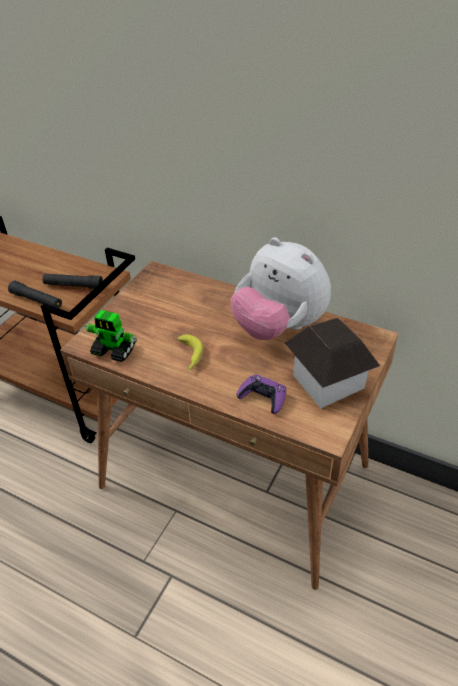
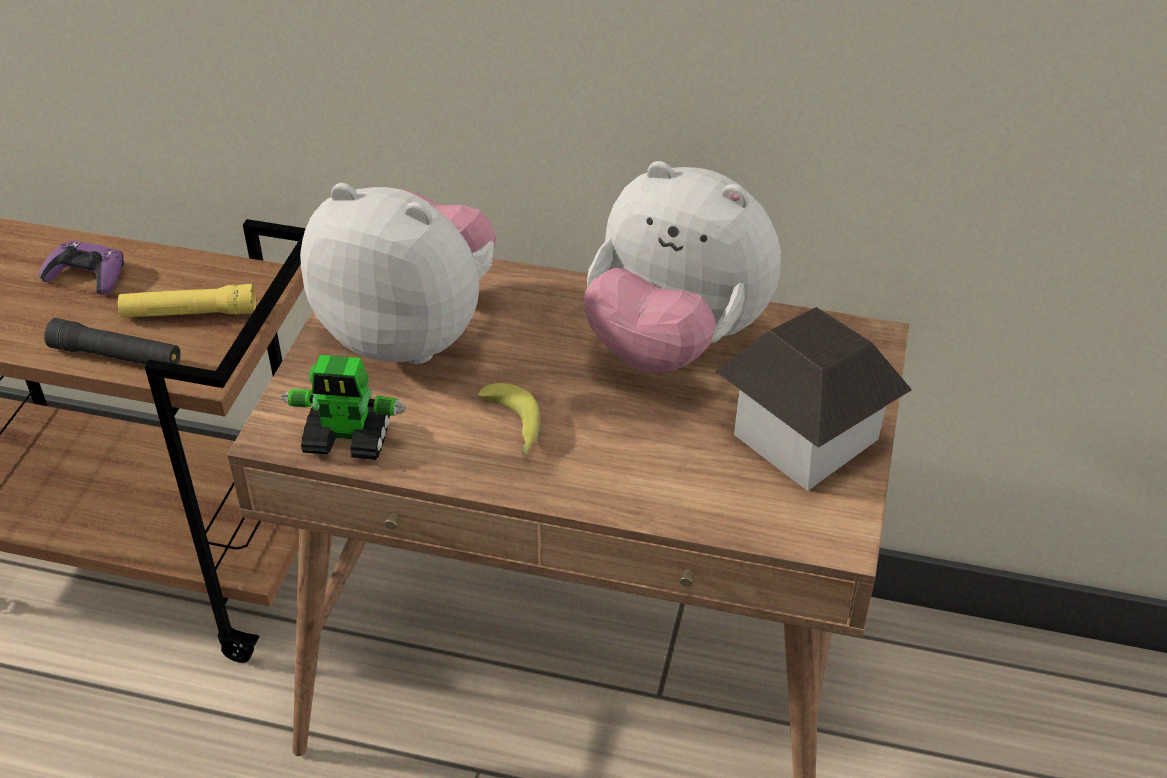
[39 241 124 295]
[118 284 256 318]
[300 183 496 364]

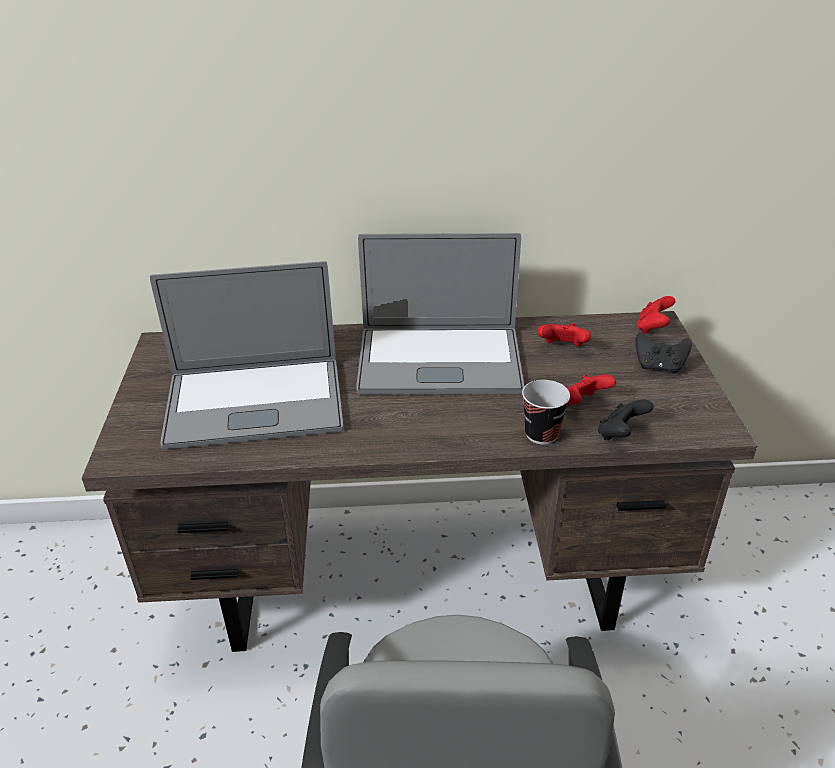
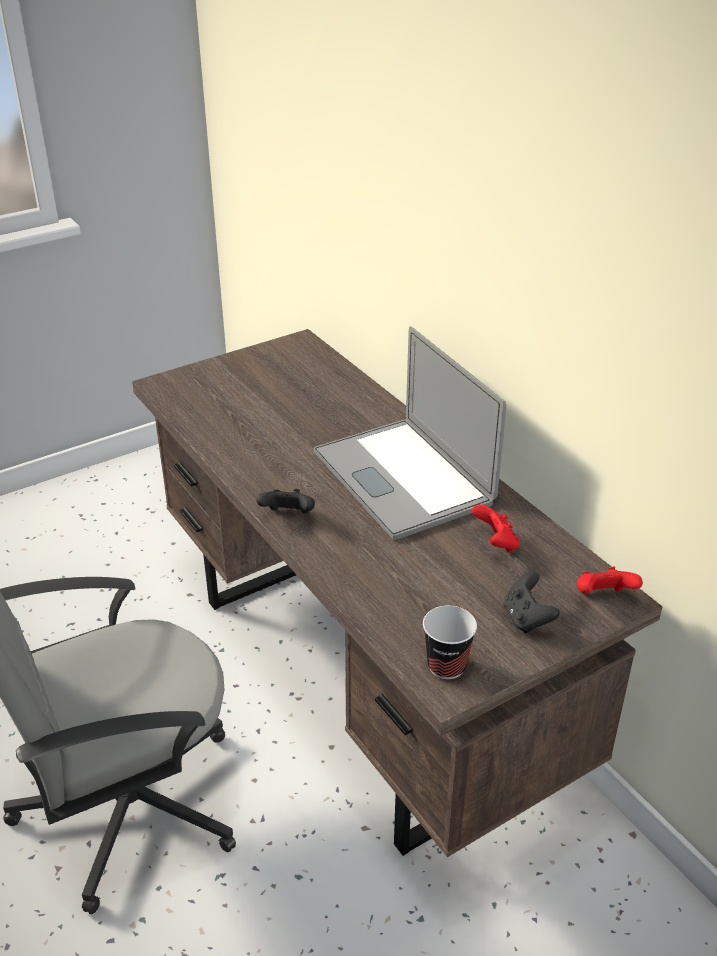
[256 489 315 514]
[423 606 477 680]
[150 261 343 450] (first image)
[564 374 616 406] (first image)

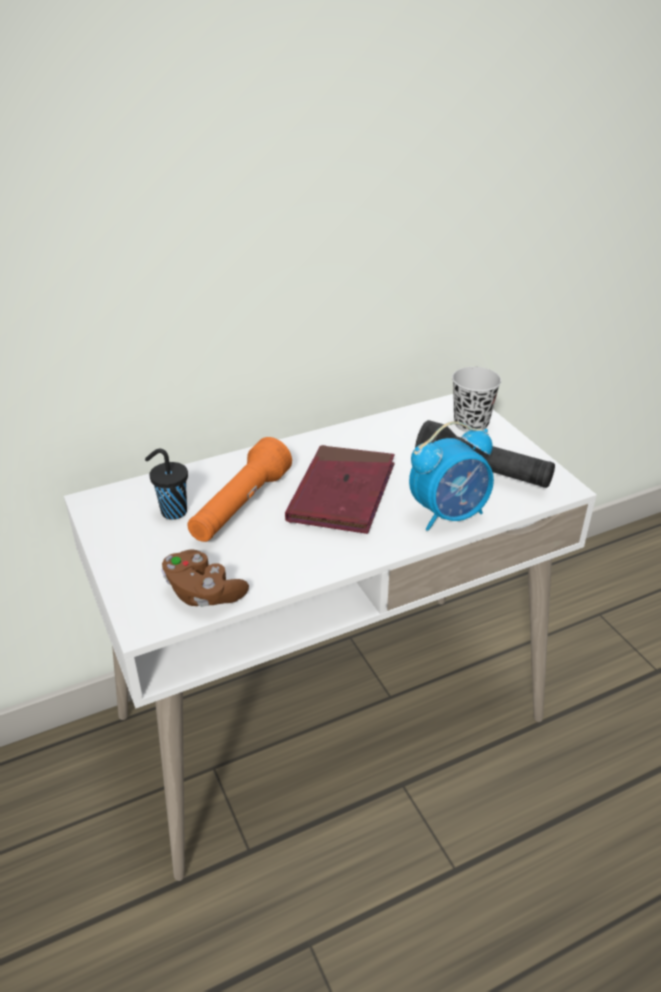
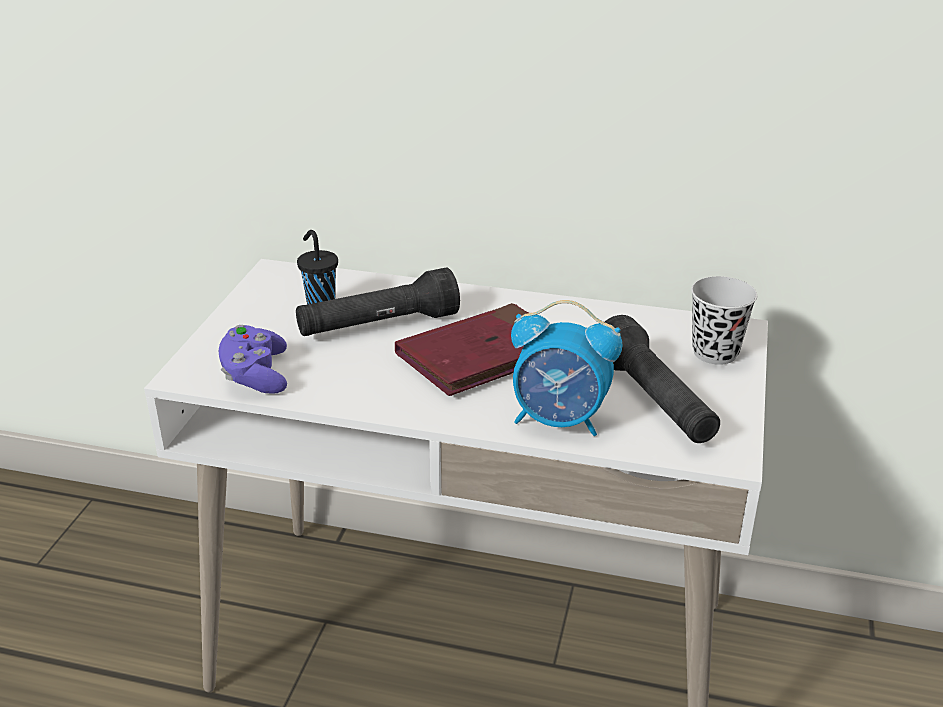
[219 325 287 394]
[296 267 460 336]

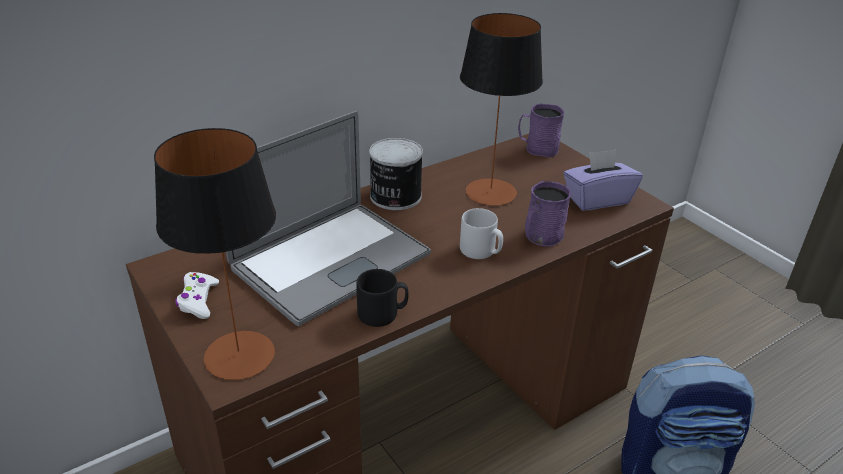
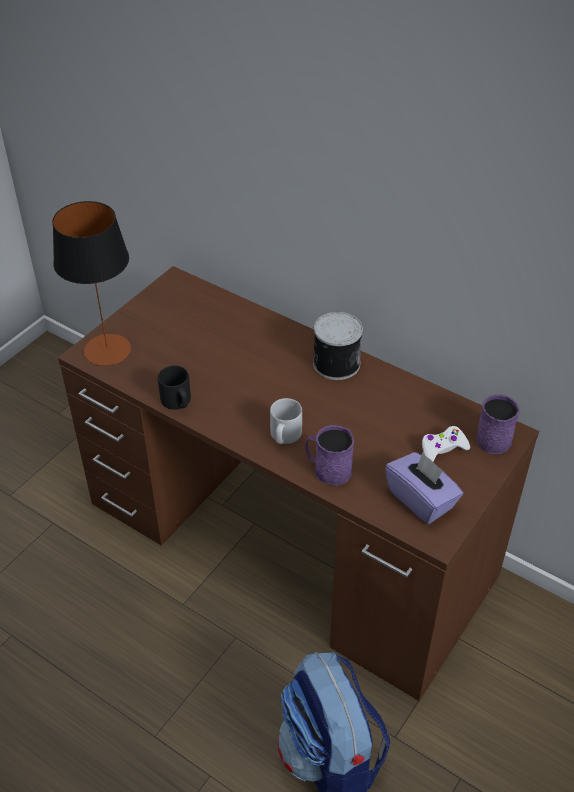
[422 426 470 461]
[226 111 431 326] (first image)
[460 13 543 206] (first image)

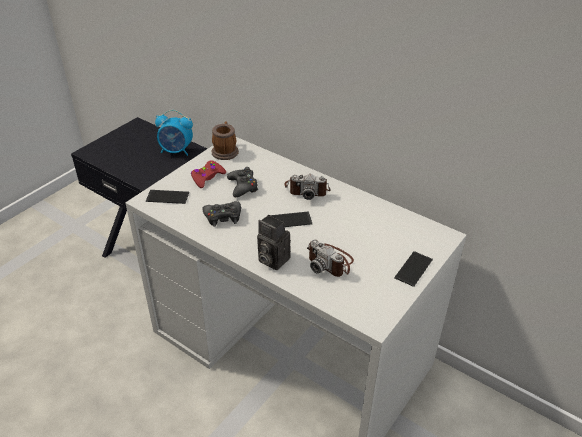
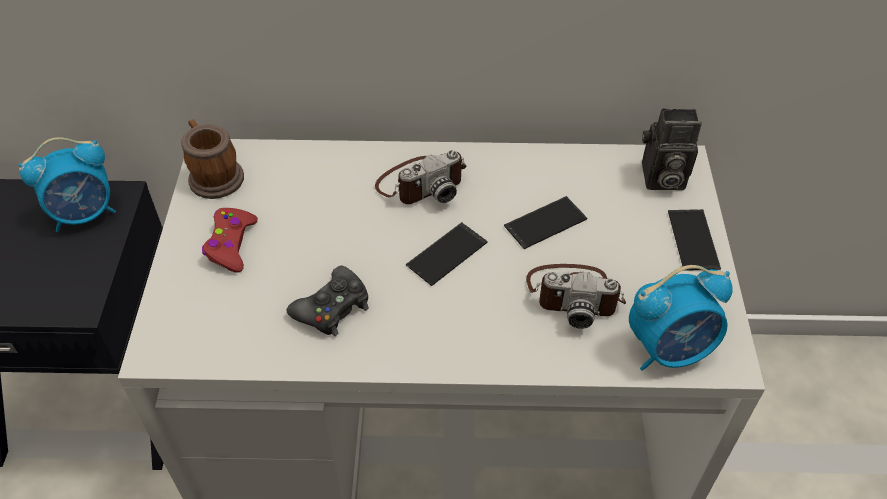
[504 196 587 249]
[629 265 733 371]
[642 108 702 190]
[227 167 258 197] (first image)

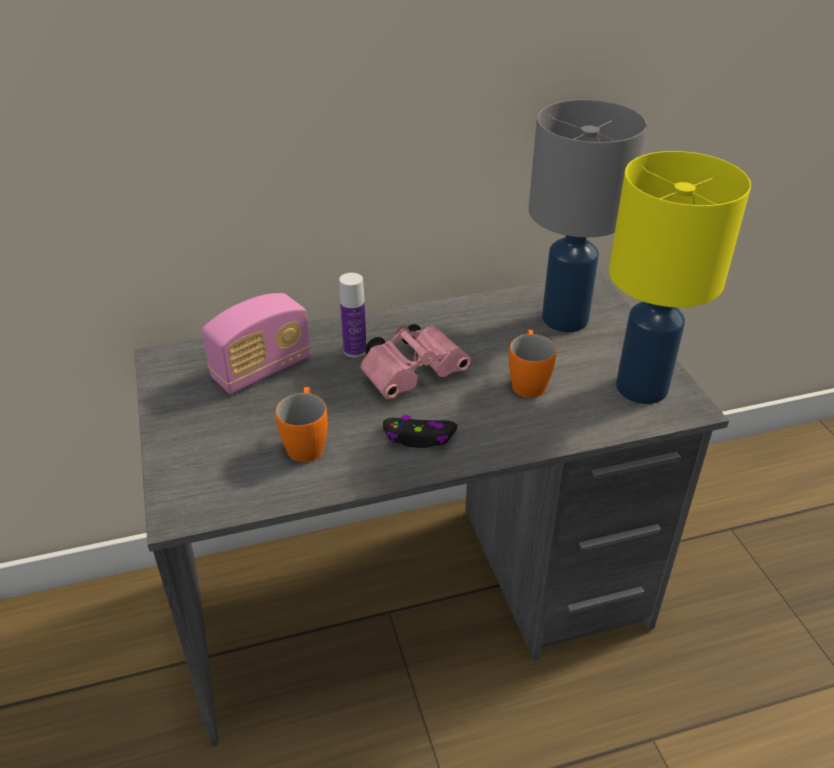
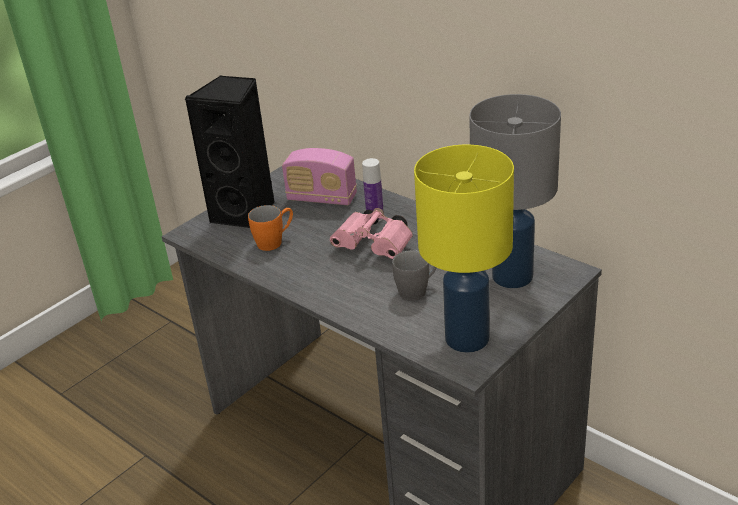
[184 75 275 228]
[392 250 437 301]
[383 415 457 448] (first image)

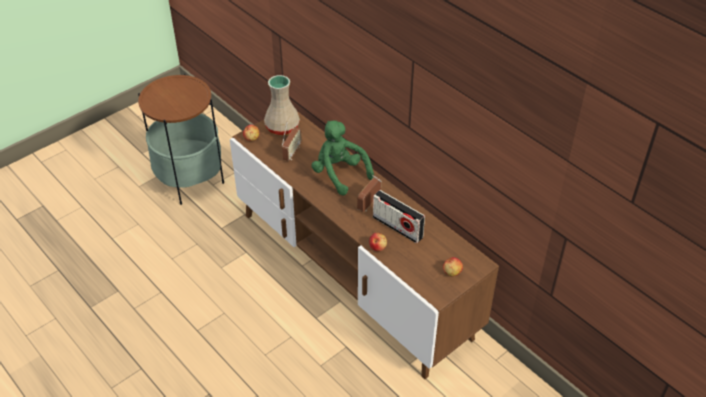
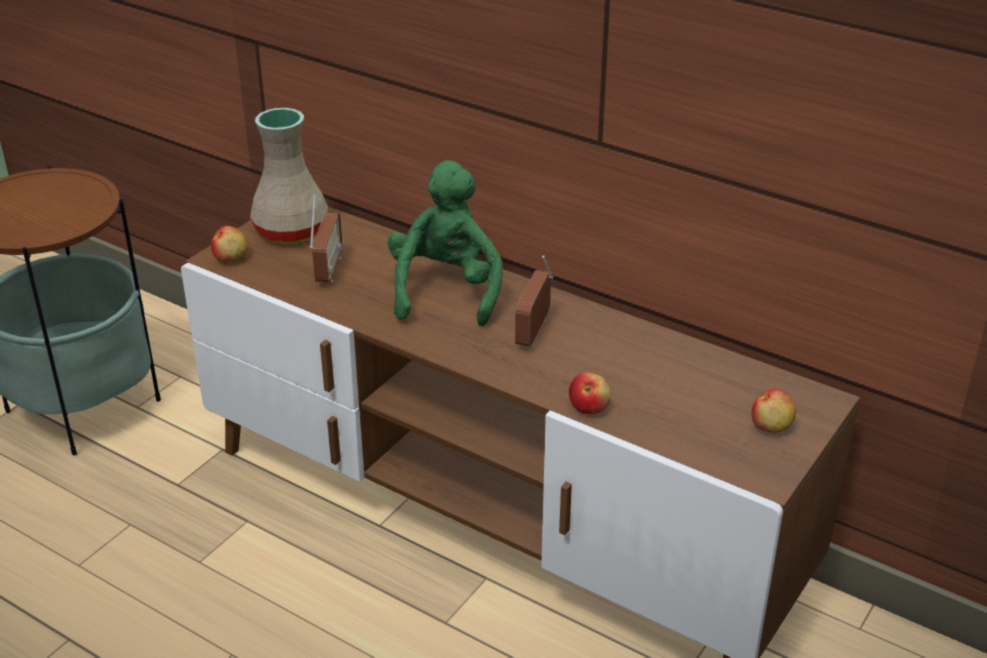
[388 160 503 326]
[373 190 425 243] (first image)

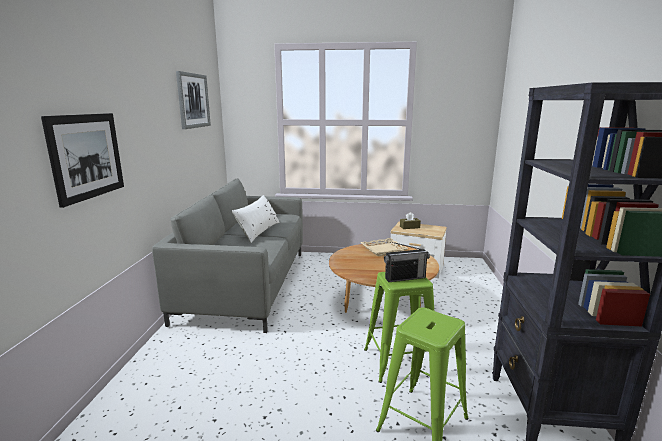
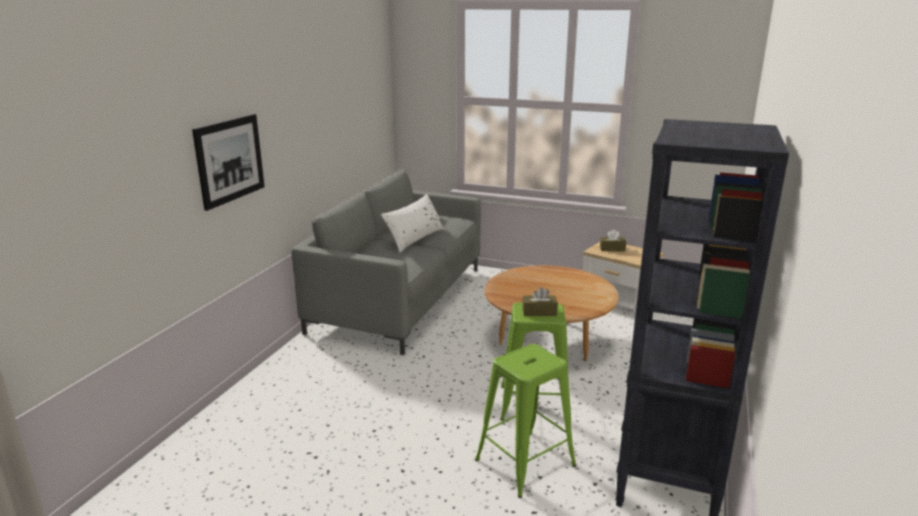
[522 287 558 316]
[176 71 211 129] (first image)
[361 238 408 256] (first image)

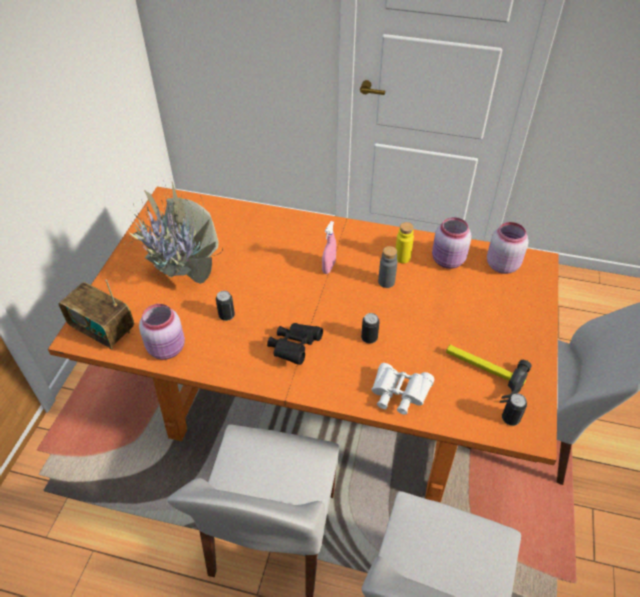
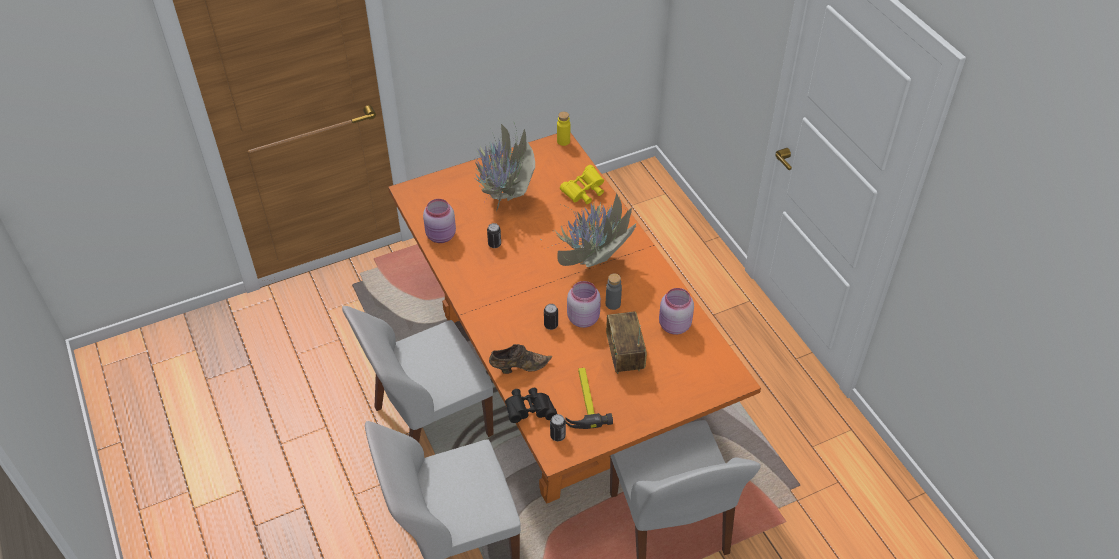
[489 344 552 374]
[505 388 557 423]
[540 193 636 267]
[557 112 570 146]
[560 165 604 204]
[567 281 601 328]
[606 312 647 374]

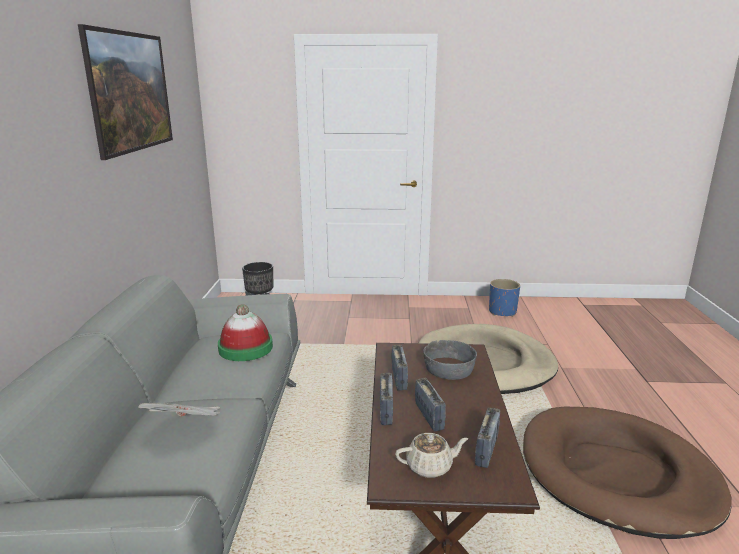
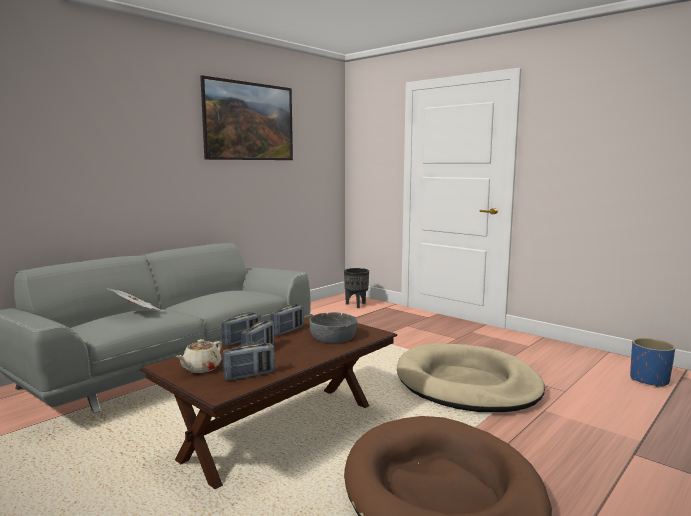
[176 339 222 373]
[630 338 675 388]
[218 304 273 361] (first image)

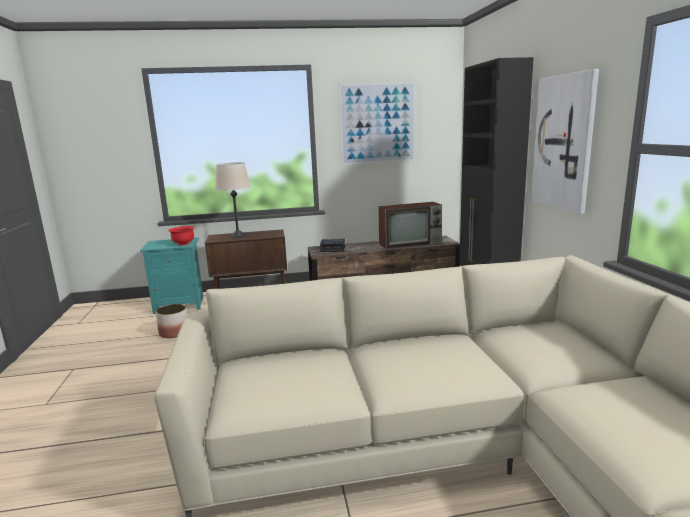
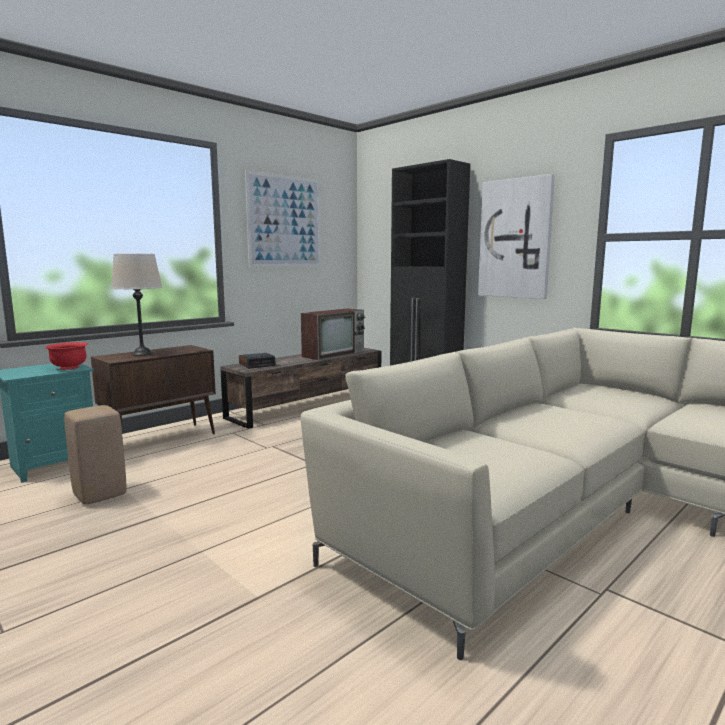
[64 405 126 504]

